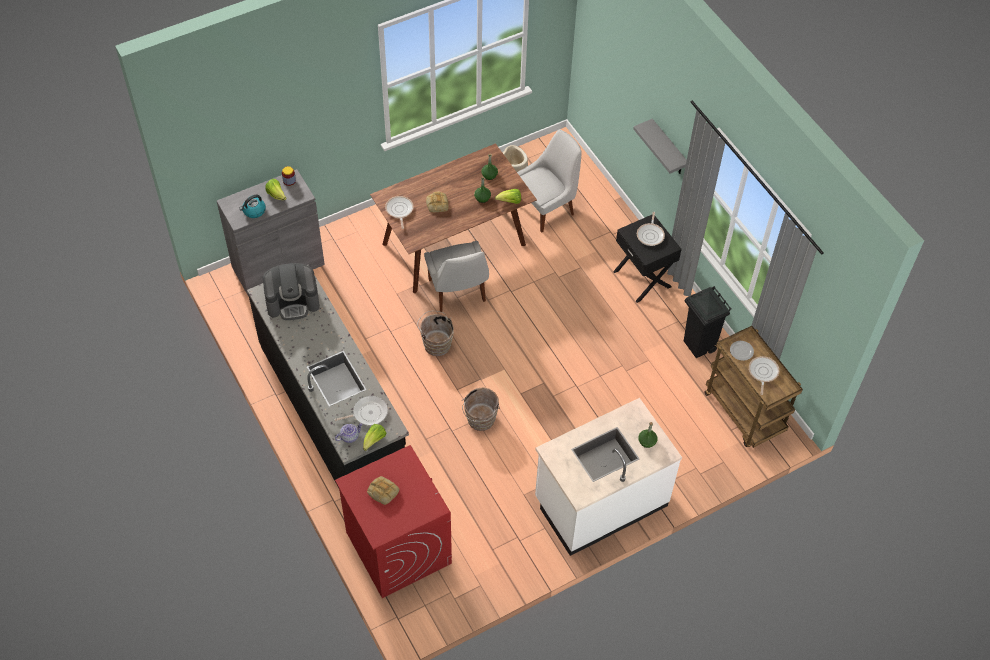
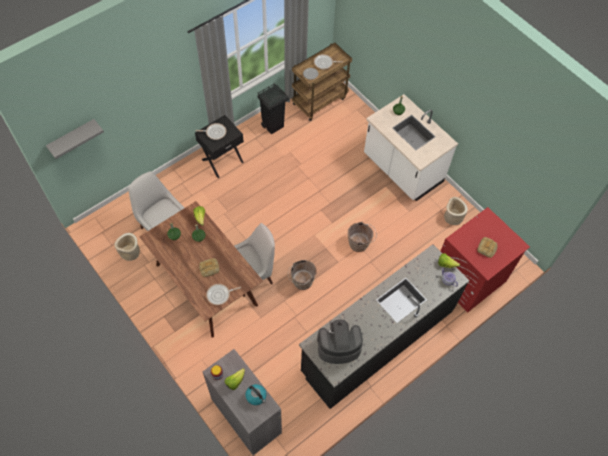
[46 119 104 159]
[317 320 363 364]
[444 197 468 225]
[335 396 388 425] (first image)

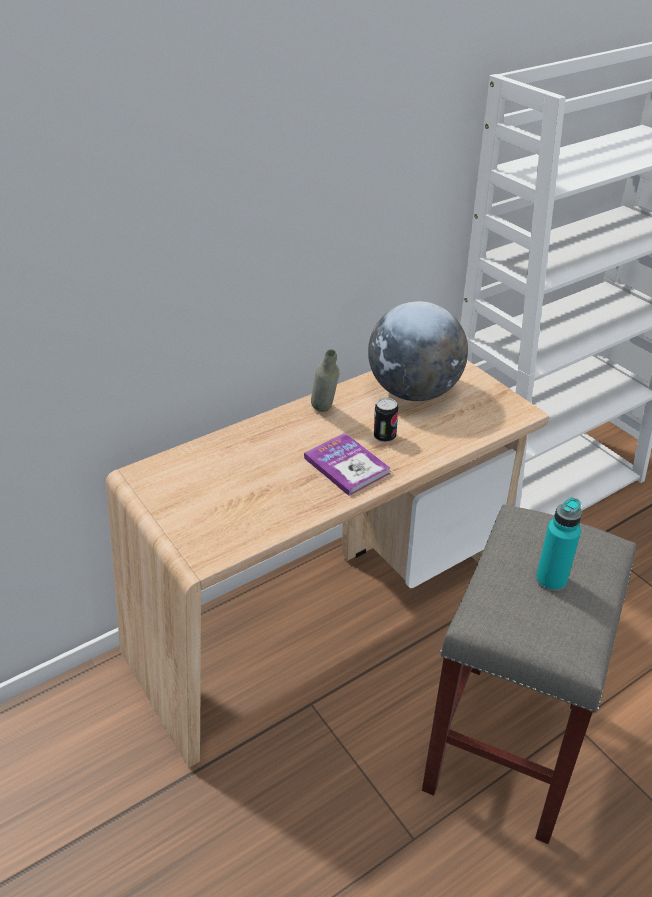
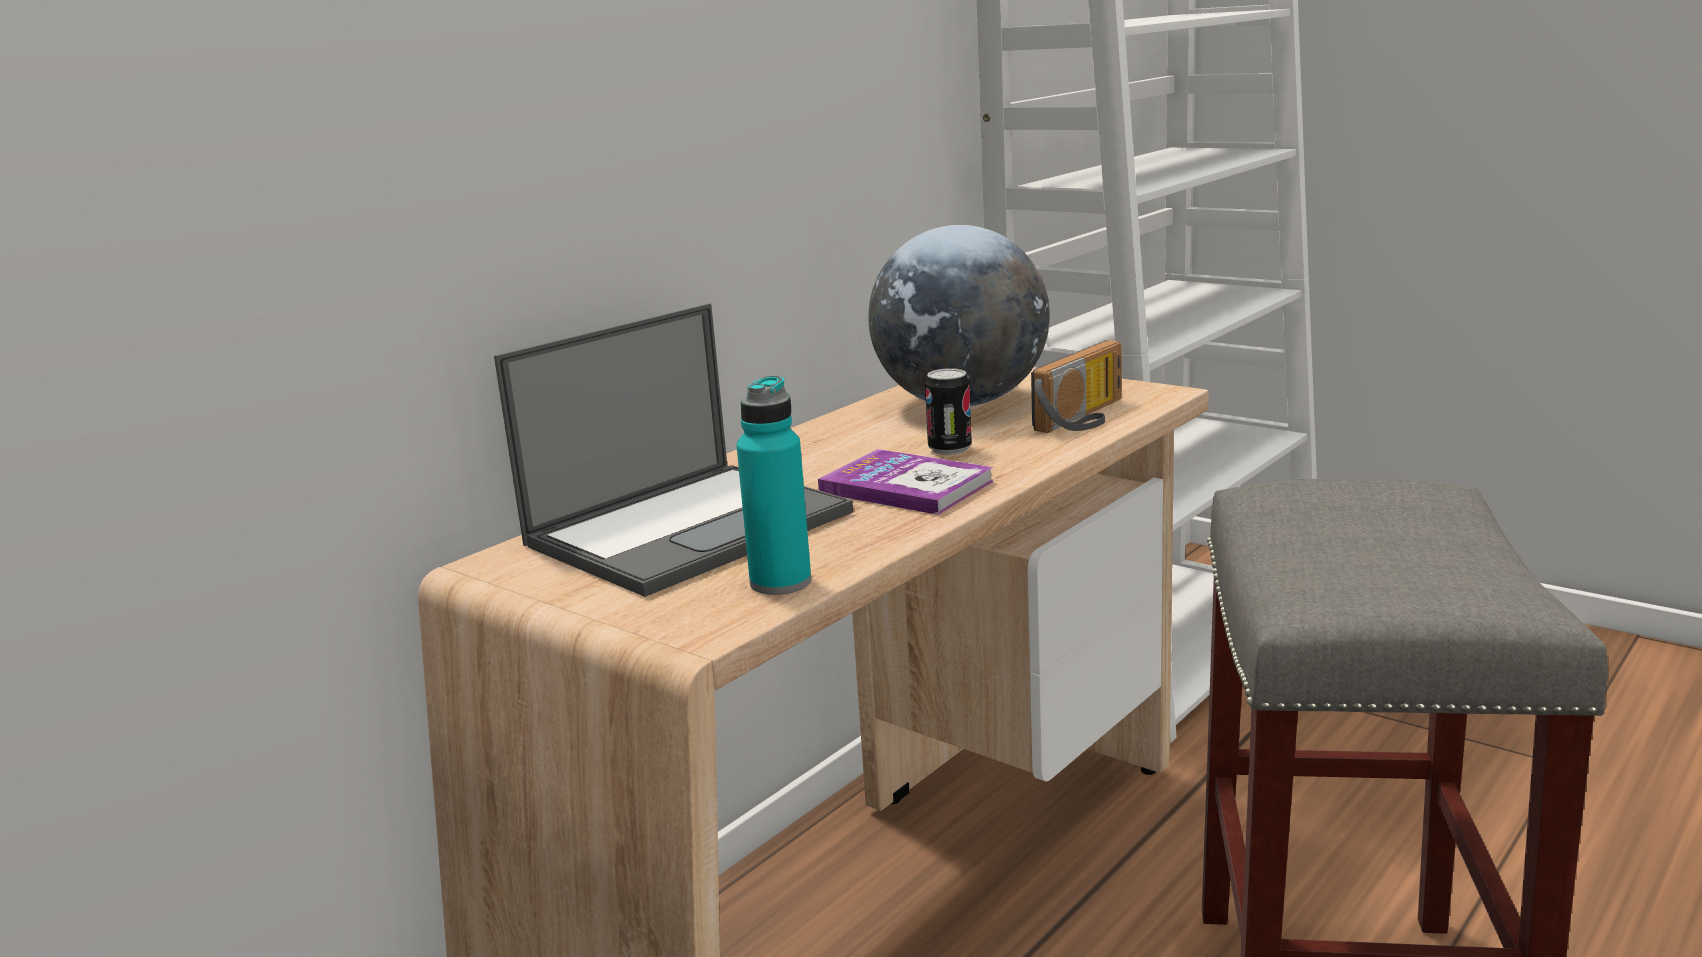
[494 303 853 597]
[736 375 811 595]
[1031 340 1122 433]
[311 349 339 412] (first image)

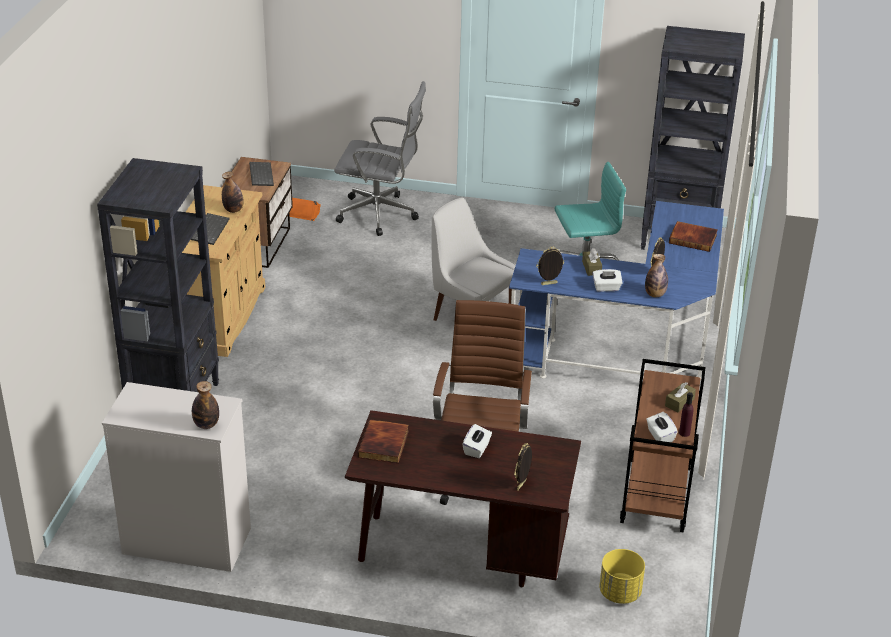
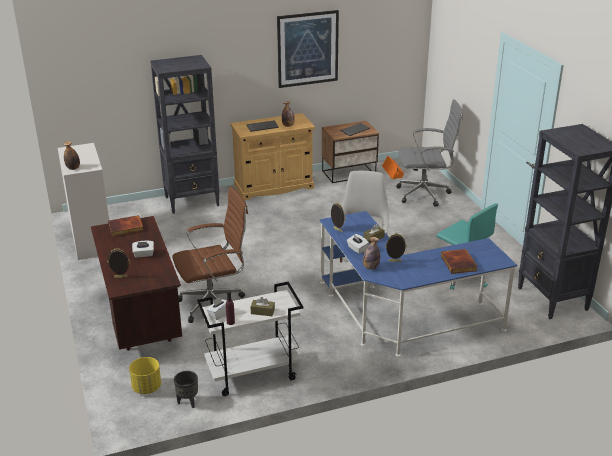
[174 371 198 408]
[197 282 303 396]
[277 10 339 88]
[396 99 463 207]

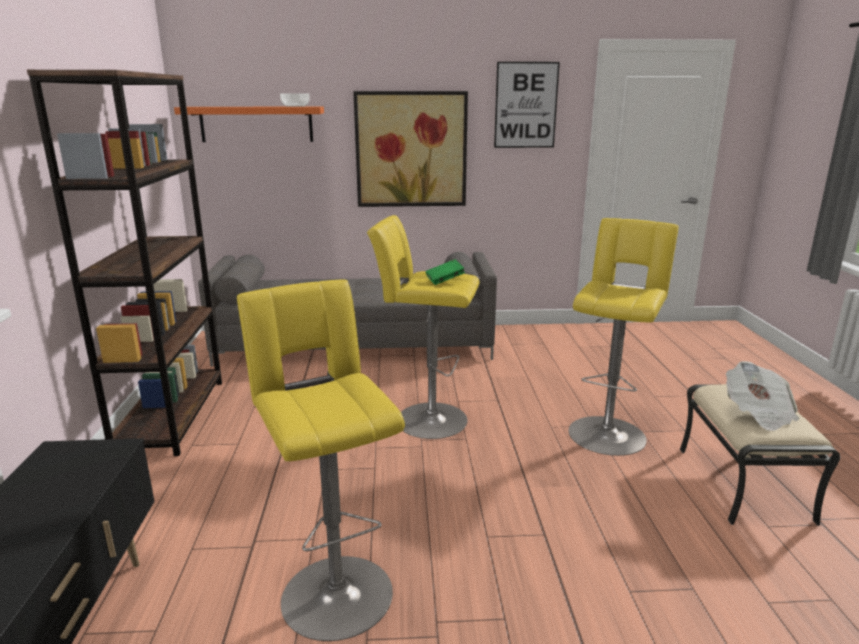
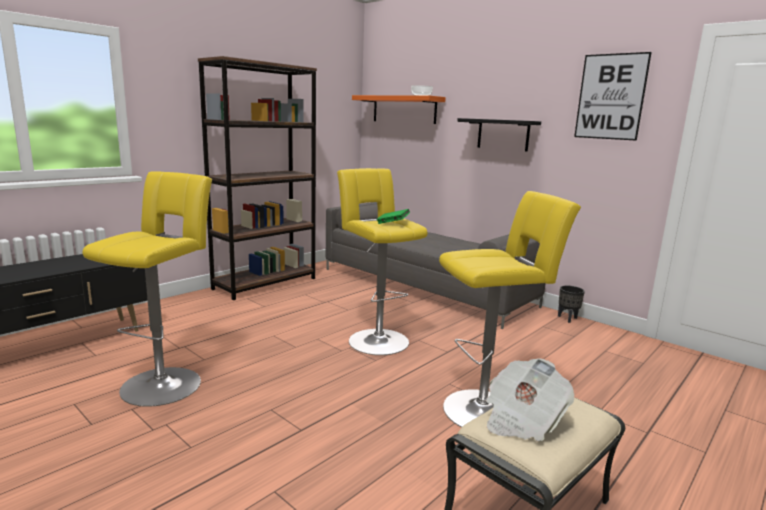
[457 118 541 151]
[558 286 585 323]

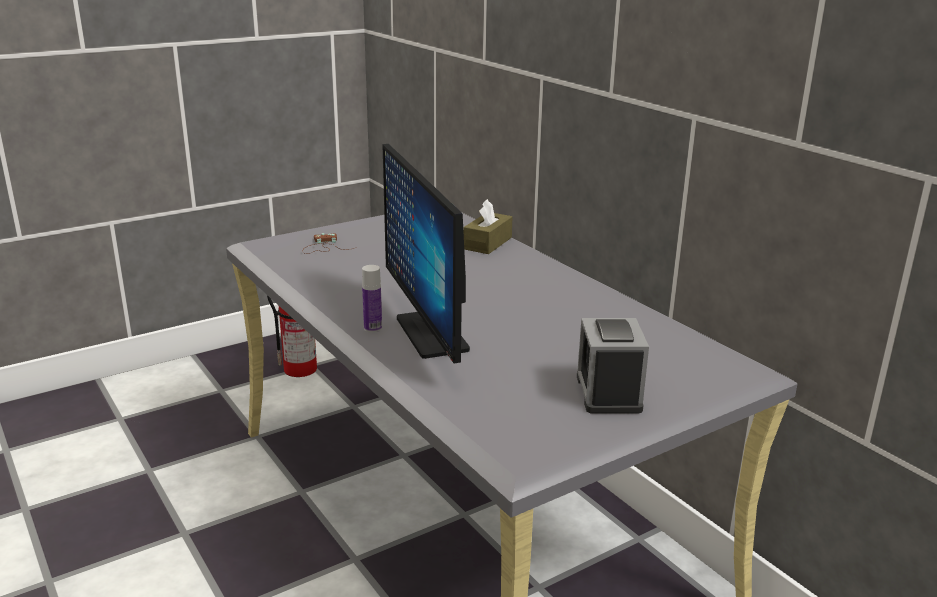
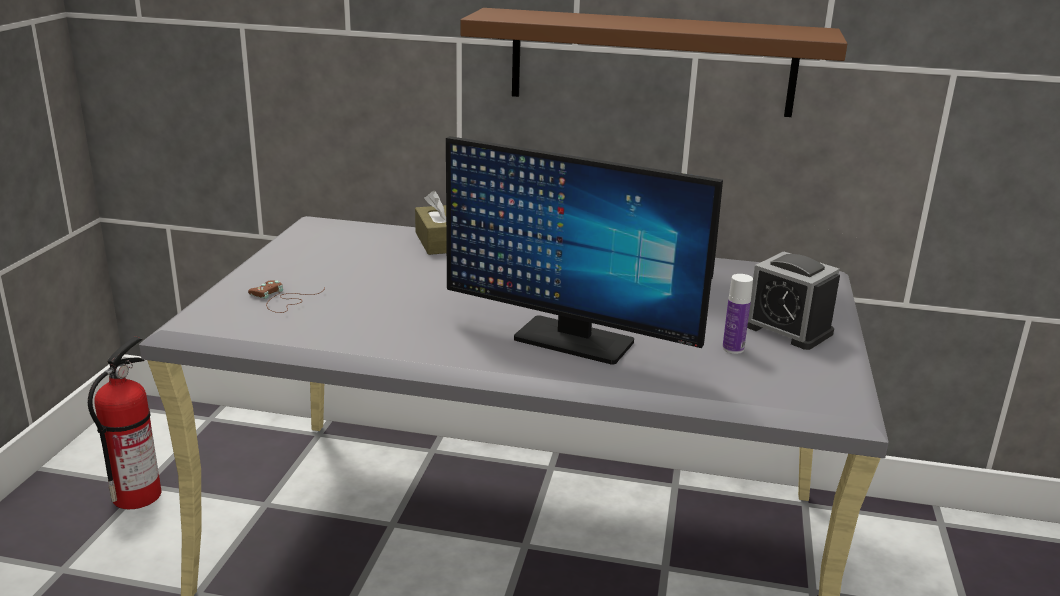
[460 8 847 117]
[722 274 753 354]

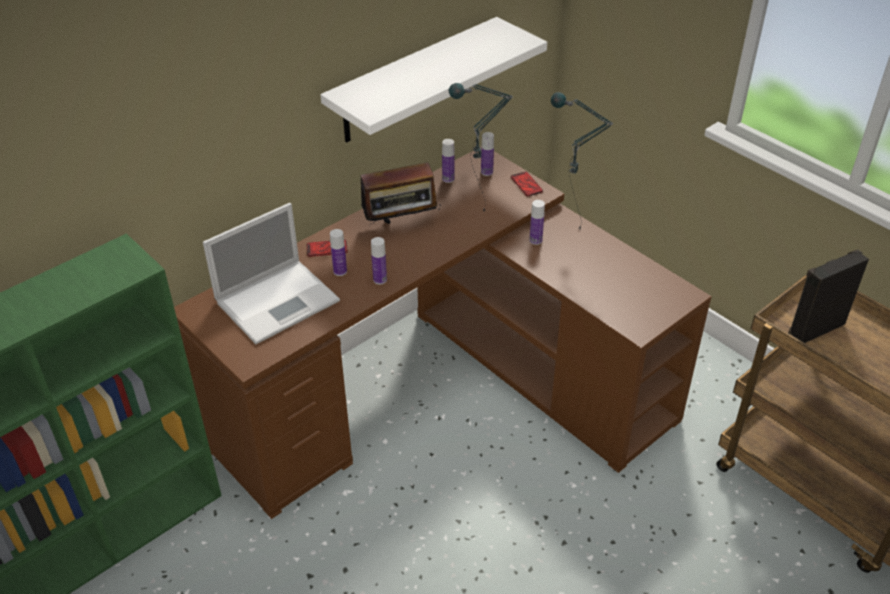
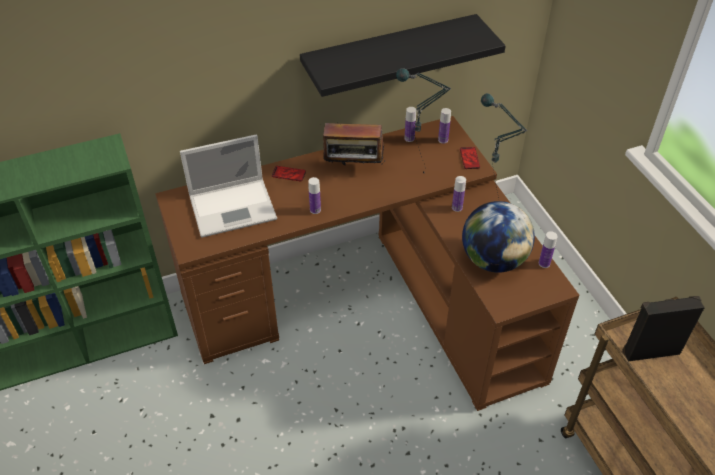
[300 14 506 97]
[462 201 535 273]
[539 231 558 268]

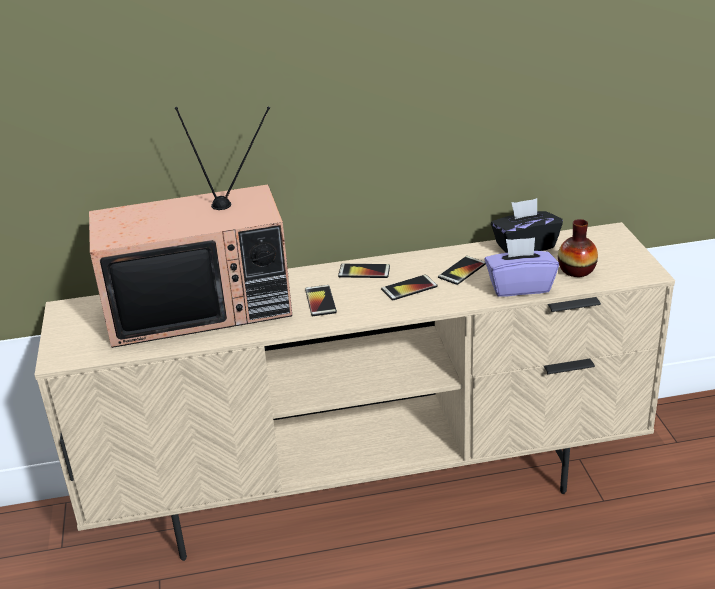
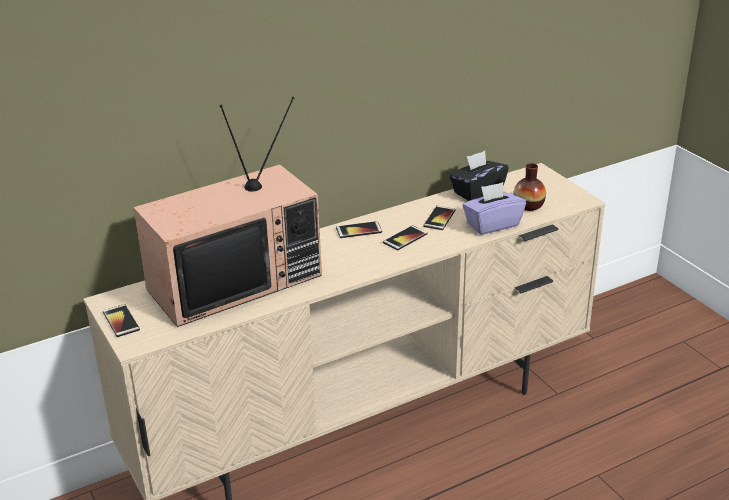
[103 304 140 337]

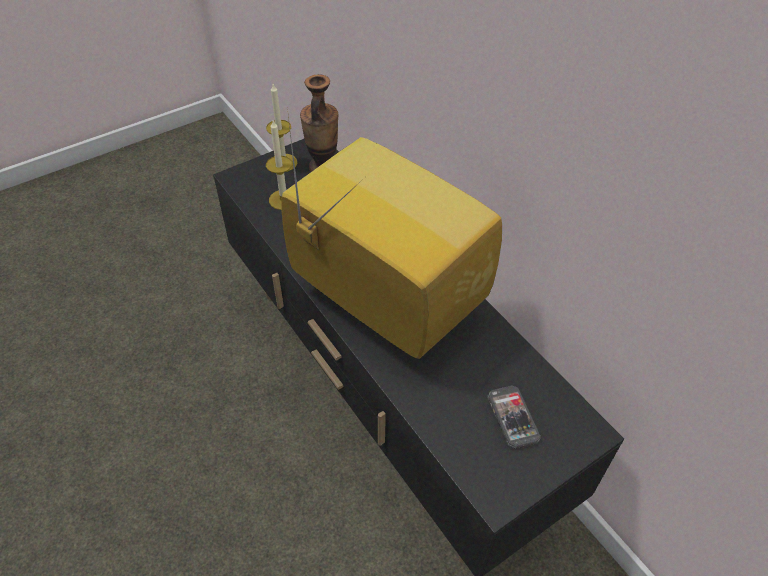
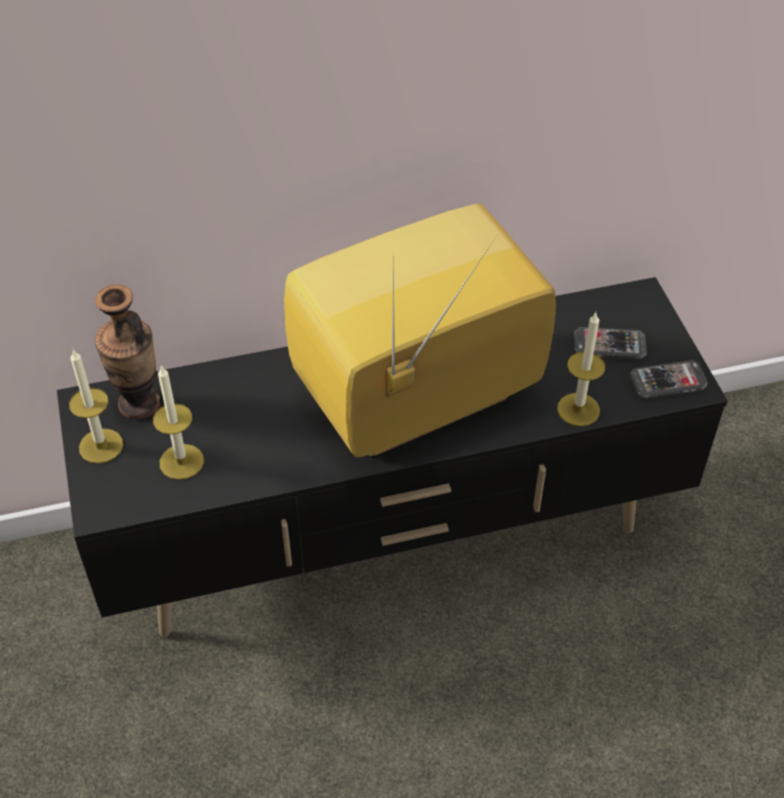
[557 313 605 426]
[630 360 708 398]

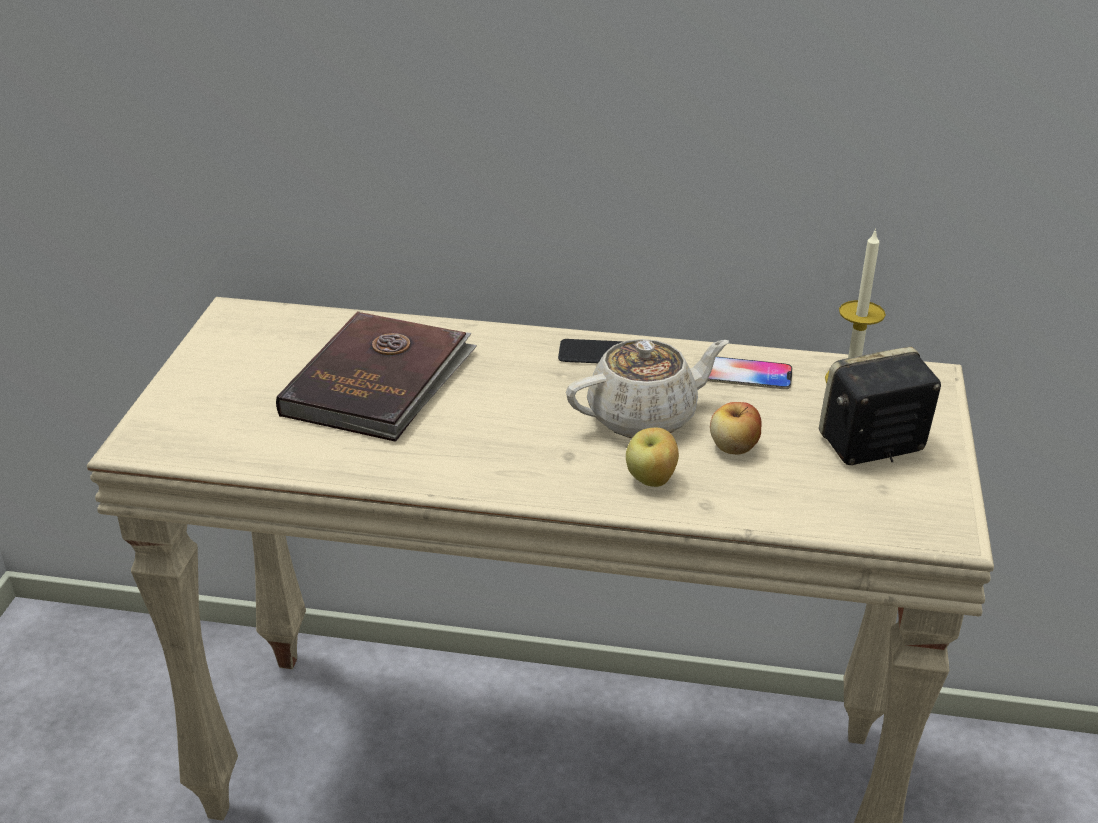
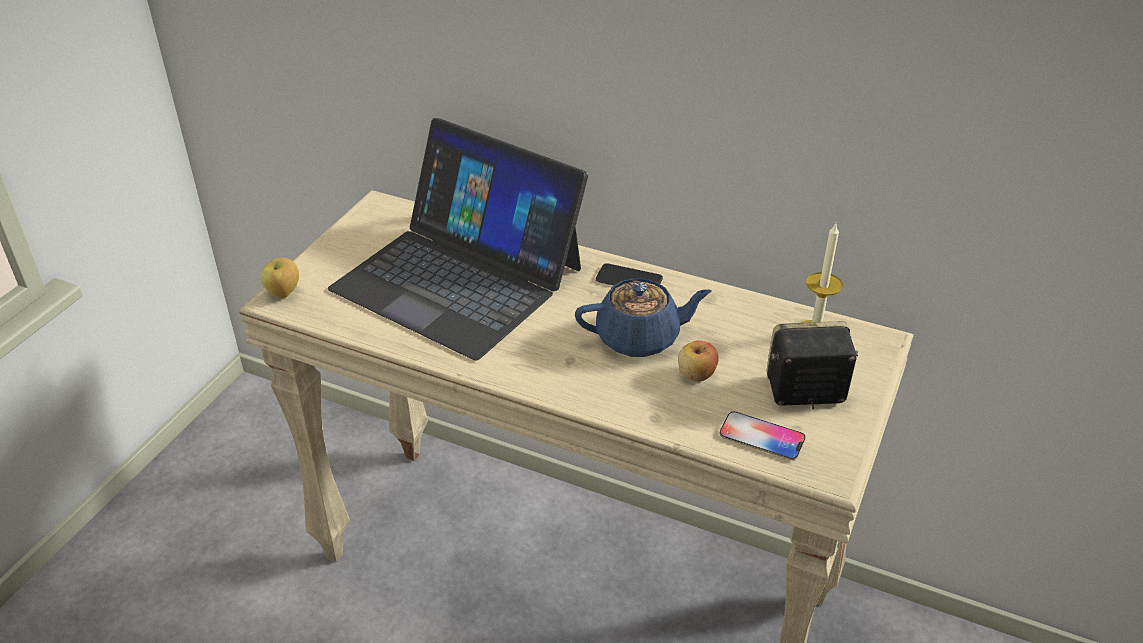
[260 258 299 298]
[328 118 588 361]
[575 279 712 357]
[720 412 805 460]

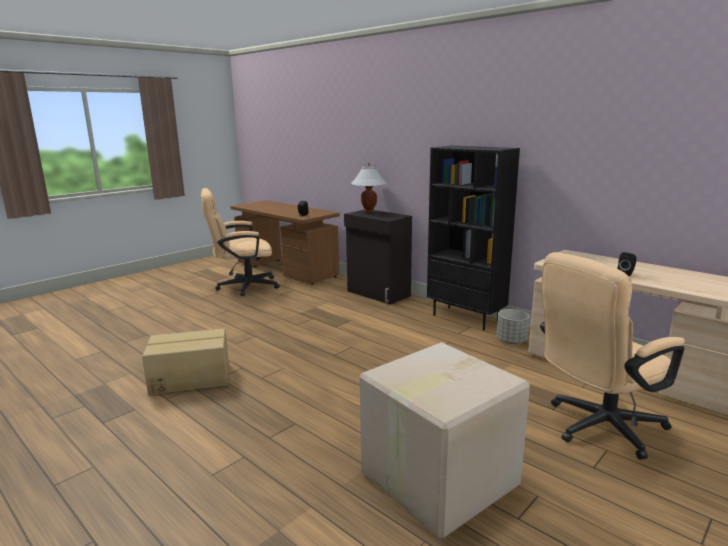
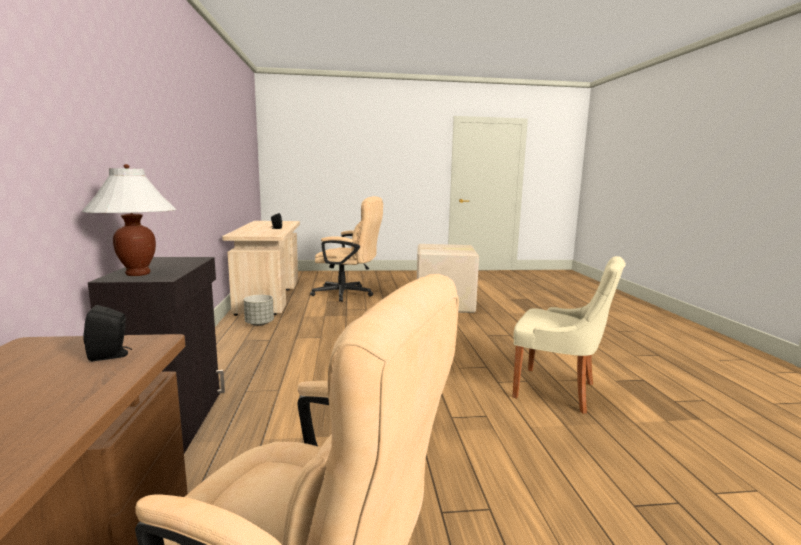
[512 256 626 414]
[427 146 520 330] (first image)

